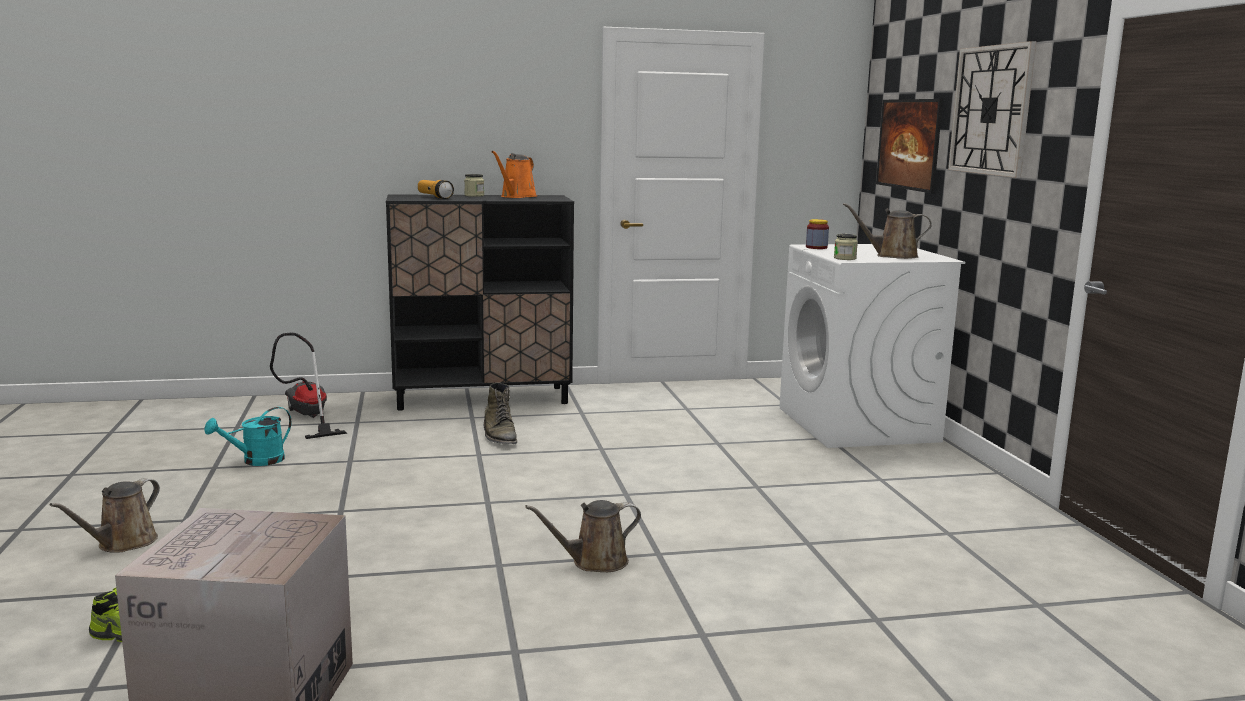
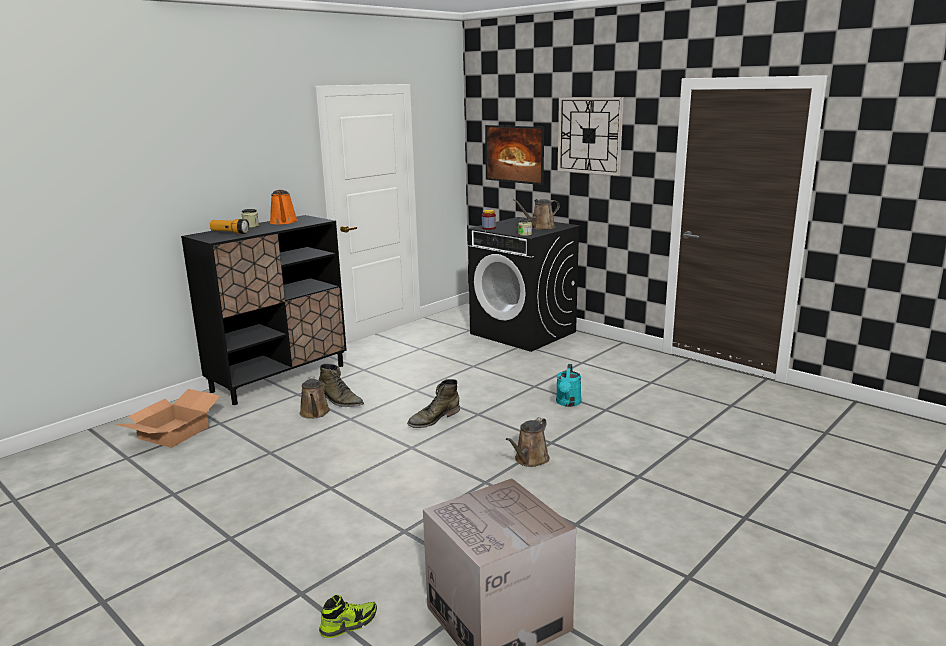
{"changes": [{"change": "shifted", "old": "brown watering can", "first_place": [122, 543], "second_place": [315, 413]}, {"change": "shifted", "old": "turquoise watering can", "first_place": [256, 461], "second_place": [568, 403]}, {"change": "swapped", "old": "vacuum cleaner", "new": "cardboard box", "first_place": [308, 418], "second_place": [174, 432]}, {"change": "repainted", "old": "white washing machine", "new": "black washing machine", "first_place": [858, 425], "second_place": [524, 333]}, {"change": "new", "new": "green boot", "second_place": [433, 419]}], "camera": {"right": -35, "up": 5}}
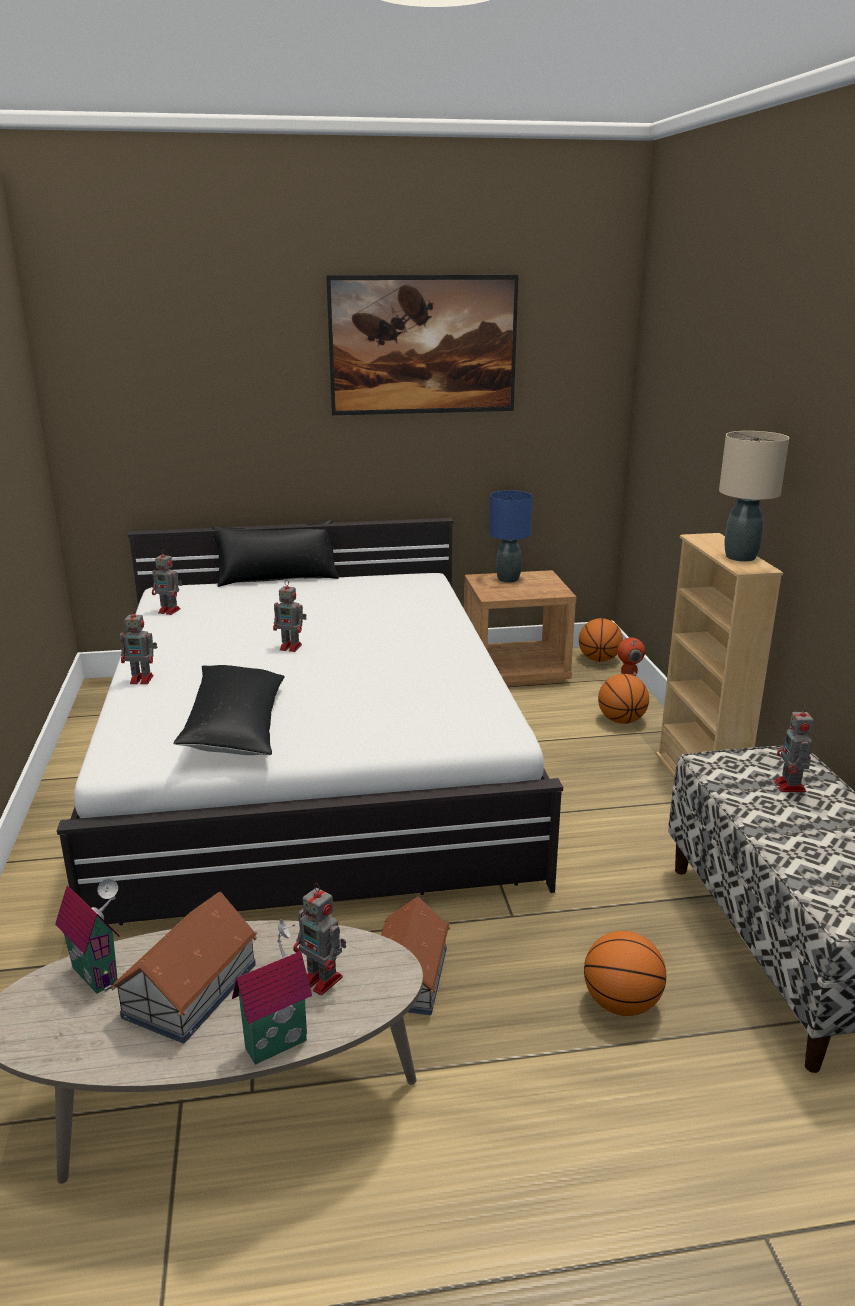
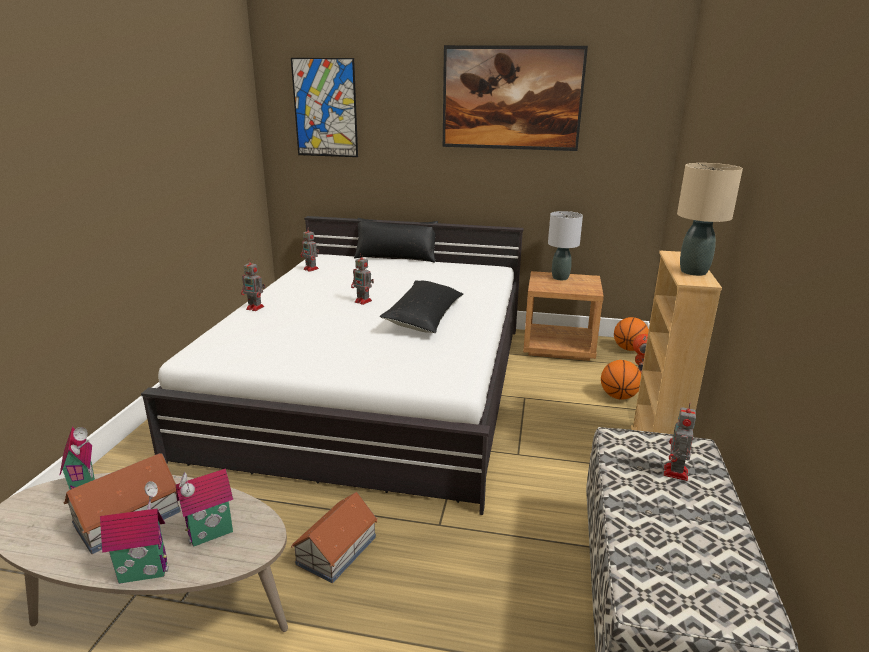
{"changes": [{"change": "shifted", "old": "black pillow", "first_place": [235, 726], "second_place": [424, 317]}, {"change": "swapped", "old": "toy robot", "new": "toy house", "first_place": [323, 981], "second_place": [211, 536]}, {"change": "repainted", "old": "blue table lamp", "new": "grey table lamp", "first_place": [508, 579], "second_place": [560, 278]}, {"change": "gone", "old": "basketball", "first_place": [621, 1003]}, {"change": "new", "new": "picture", "second_place": [325, 108]}], "camera": {"right": 20, "up": 0}}
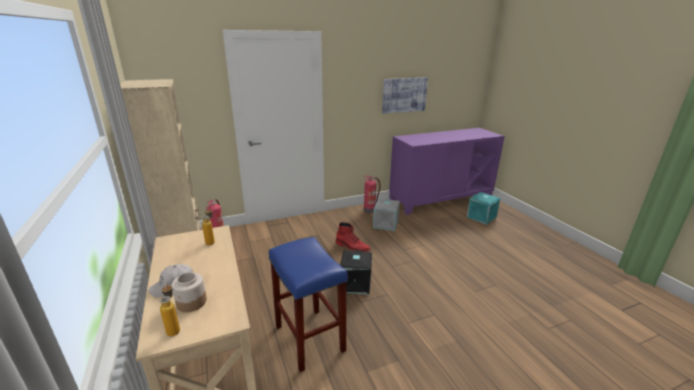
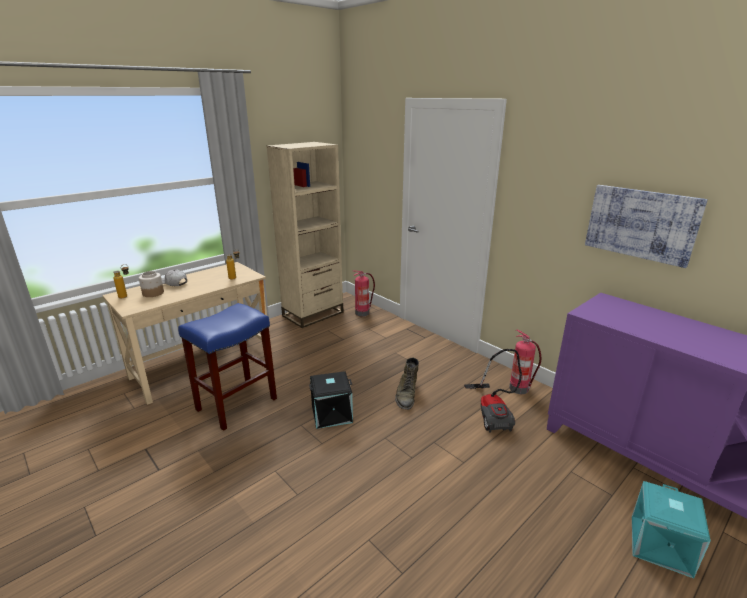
{"changes": [{"change": "repainted", "old": "red boot", "new": "green boot", "first_place": [352, 247], "second_place": [406, 395]}, {"change": "swapped", "old": "grey storage box", "new": "vacuum cleaner", "first_place": [386, 224], "second_place": [493, 412]}], "camera": {"right": 70, "up": 0}}
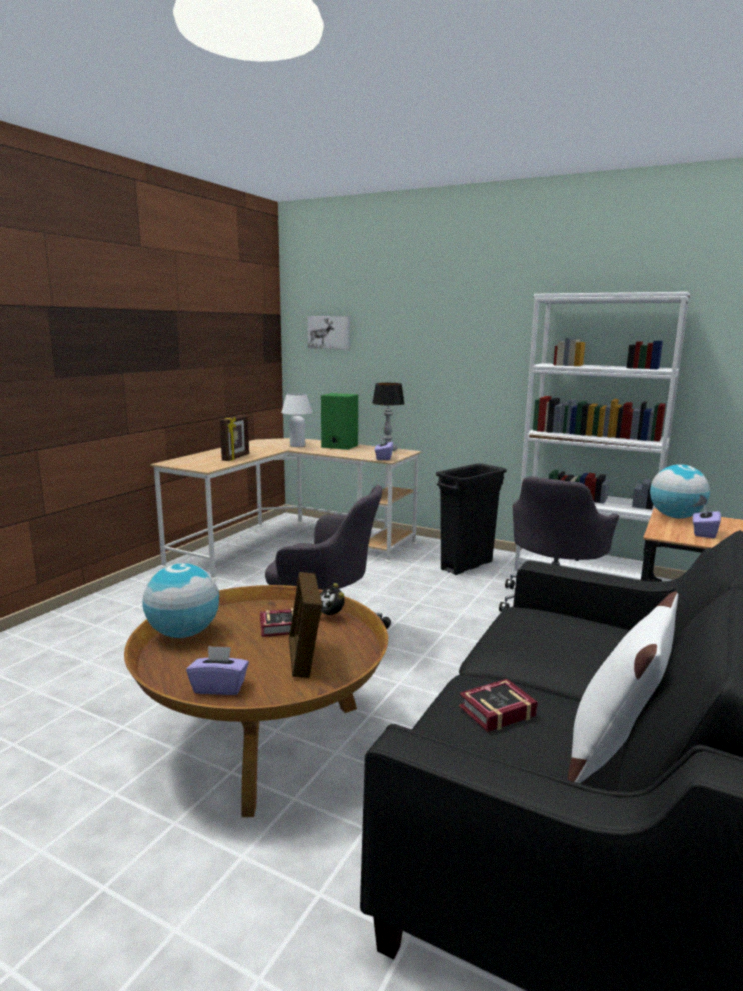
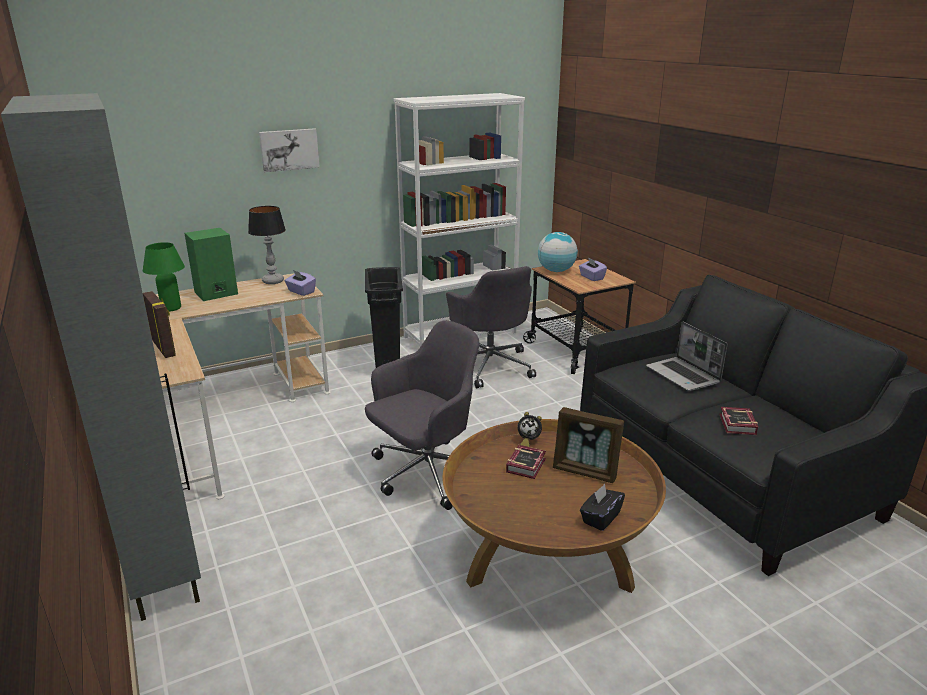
{"changes": [{"change": "gone", "old": "globe", "first_place": [184, 633]}, {"change": "repainted", "old": "purple tissue box", "new": "black tissue box", "first_place": [219, 687], "second_place": [600, 518]}, {"change": "repainted", "old": "white table lamp", "new": "green table lamp", "first_place": [297, 445], "second_place": [171, 308]}, {"change": "shifted", "old": "picture", "first_place": [329, 332], "second_place": [289, 149]}, {"change": "gone", "old": "white pillow", "first_place": [614, 750]}, {"change": "new", "new": "grey cabinet", "second_place": [163, 568]}, {"change": "new", "new": "laptop", "second_place": [683, 375]}], "camera": {"right": -55, "up": 10}}
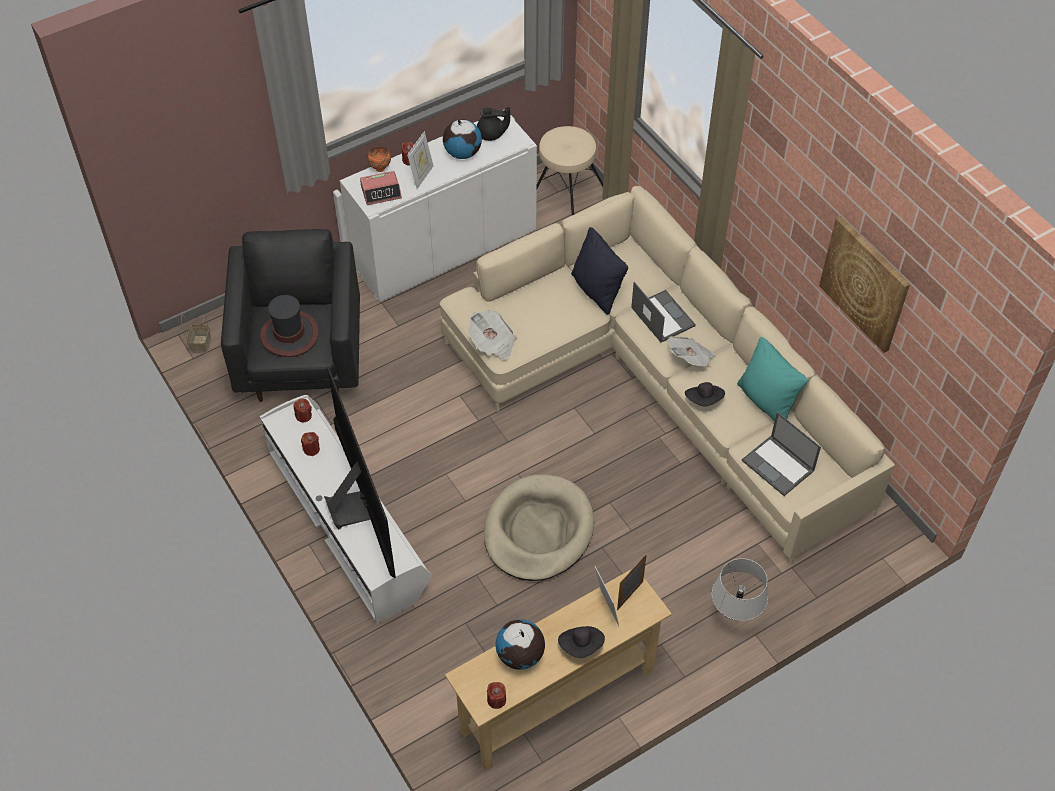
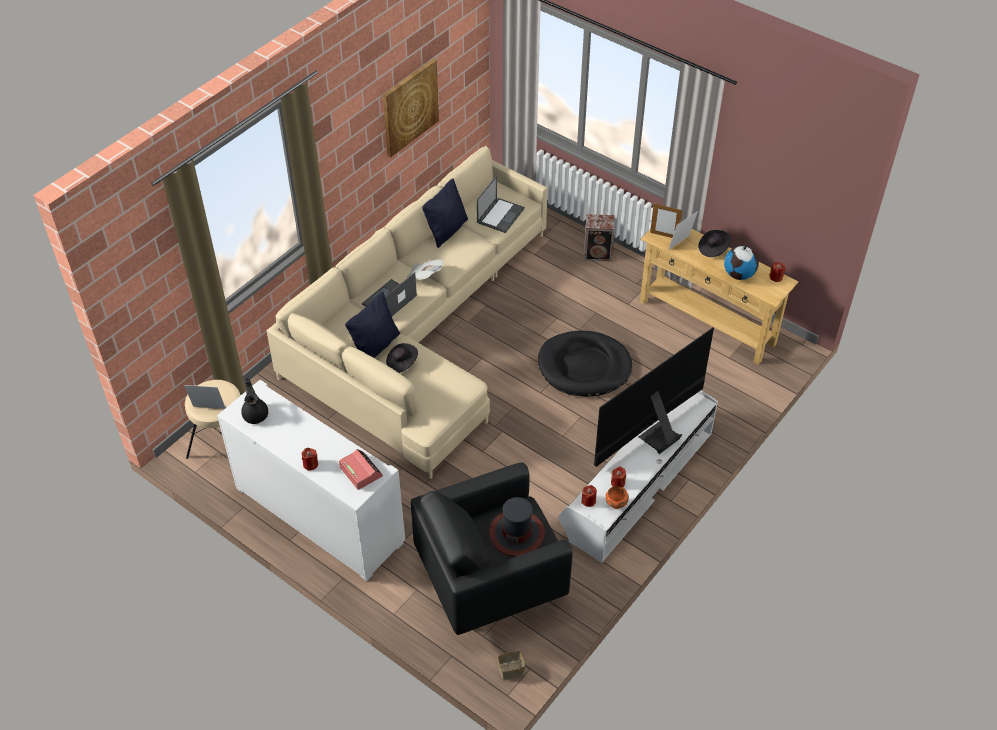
{"changes": [{"change": "shifted", "old": "orange bowl", "first_place": [380, 168], "second_place": [615, 505]}, {"change": "shifted", "old": "picture frame", "first_place": [421, 176], "second_place": [208, 410]}, {"change": "gone", "old": "globe", "first_place": [462, 153]}, {"change": "gone", "old": "newspaper", "first_place": [493, 343]}, {"change": "repainted", "old": "beige dog bed", "new": "black dog bed", "first_place": [538, 531], "second_place": [584, 367]}, {"change": "shifted", "old": "black hat", "first_place": [704, 400], "second_place": [402, 363]}, {"change": "swapped", "old": "grey table lamp", "new": "speaker", "first_place": [733, 619], "second_place": [598, 254]}, {"change": "repainted", "old": "turquoise pillow", "new": "black pillow", "first_place": [766, 401], "second_place": [447, 231]}], "camera": {"right": -110, "up": -5}}
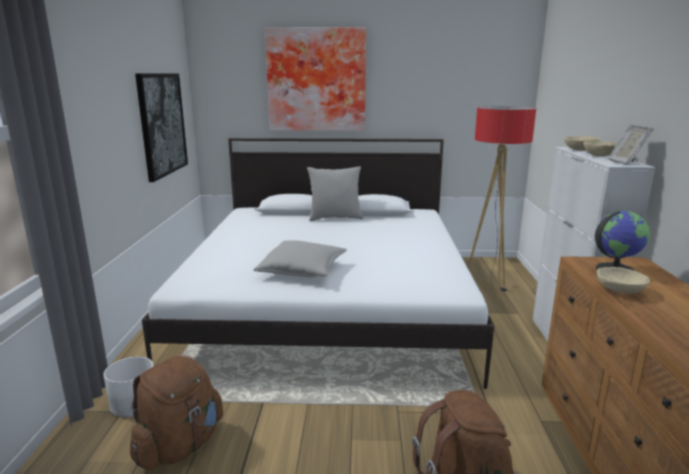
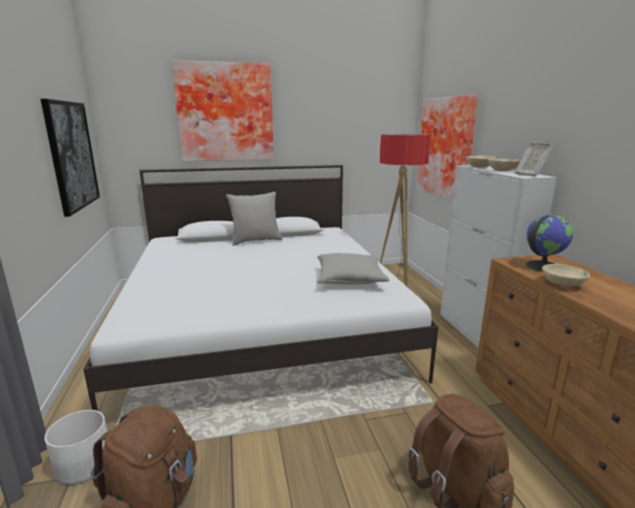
{"changes": [{"change": "shifted", "old": "grey pillow", "first_place": [302, 271], "second_place": [350, 279]}, {"change": "new", "new": "picture", "second_place": [447, 148]}], "camera": {"right": -15, "up": 0}}
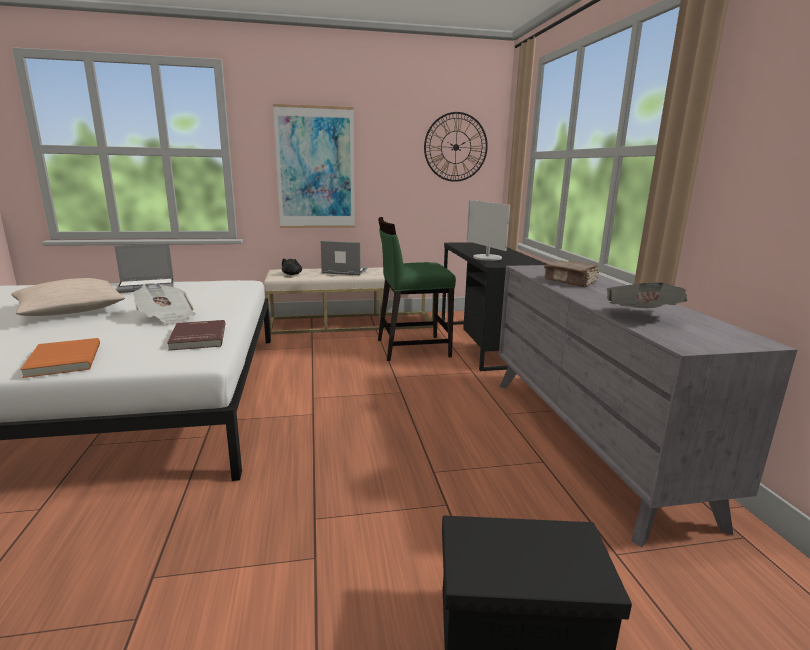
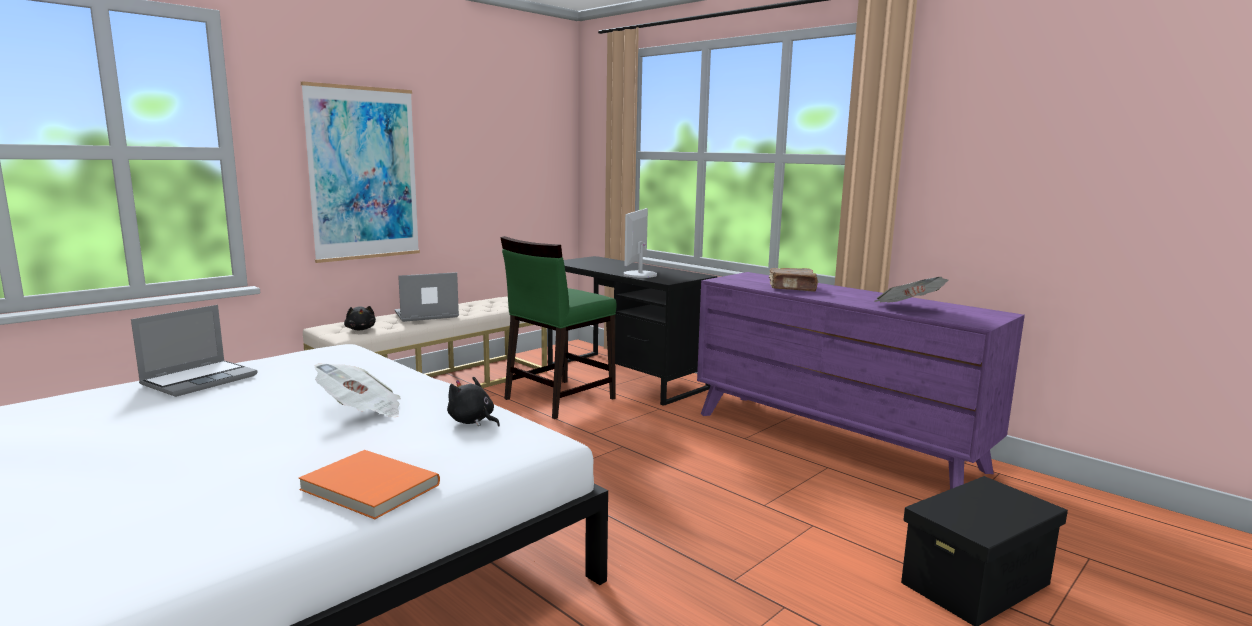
{"changes": [{"change": "gone", "old": "beige pillow", "first_place": [70, 310]}, {"change": "swapped", "old": "red book", "new": "black plush toy", "first_place": [197, 338], "second_place": [472, 421]}, {"change": "gone", "old": "wall clock", "first_place": [456, 147]}, {"change": "rotated", "old": "monitor", "first_place": [487, 258], "second_place": [639, 274], "degrees": 75}, {"change": "repainted", "old": "grey dresser", "new": "purple dresser", "first_place": [588, 441], "second_place": [834, 441]}], "camera": {"right": -35, "up": -5}}
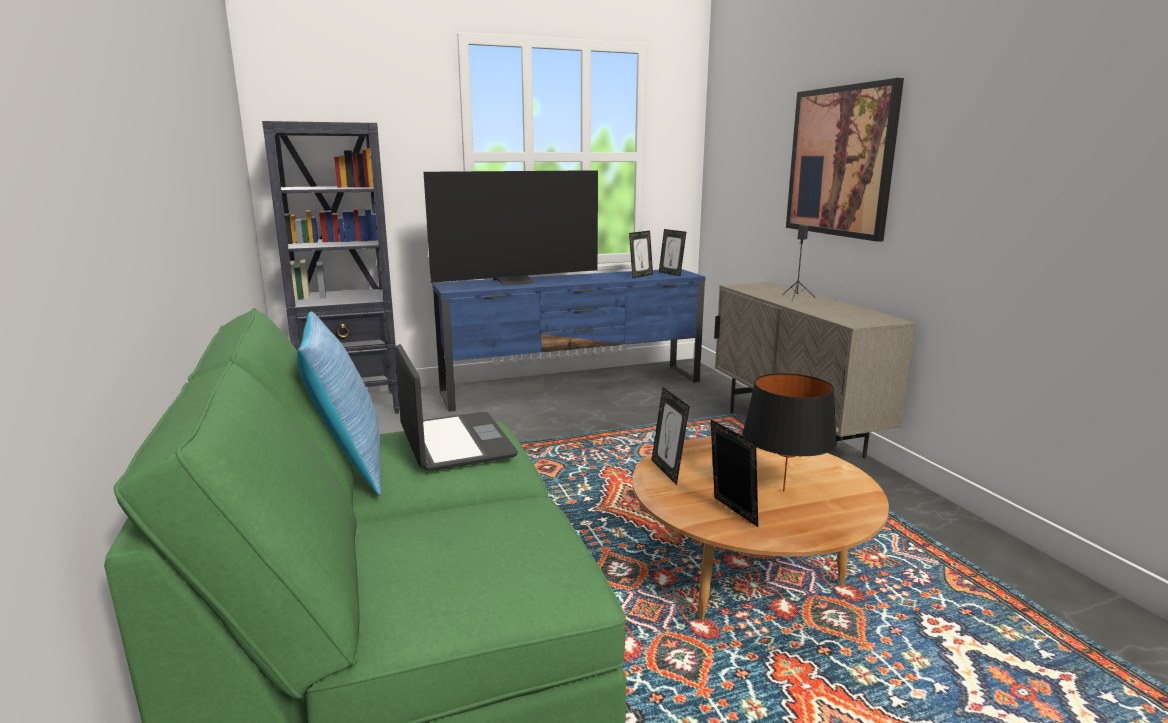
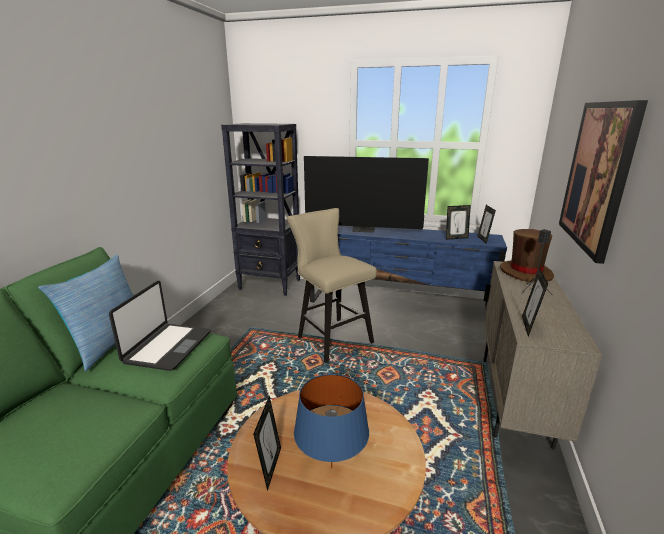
{"changes": [{"change": "shifted", "old": "picture frame", "first_place": [668, 471], "second_place": [528, 326]}, {"change": "repainted", "old": "black table lamp", "new": "blue table lamp", "first_place": [783, 491], "second_place": [331, 468]}, {"change": "new", "new": "beige stool", "second_place": [331, 338]}, {"change": "new", "new": "brown hat", "second_place": [525, 273]}], "camera": {"right": 35, "up": 5}}
